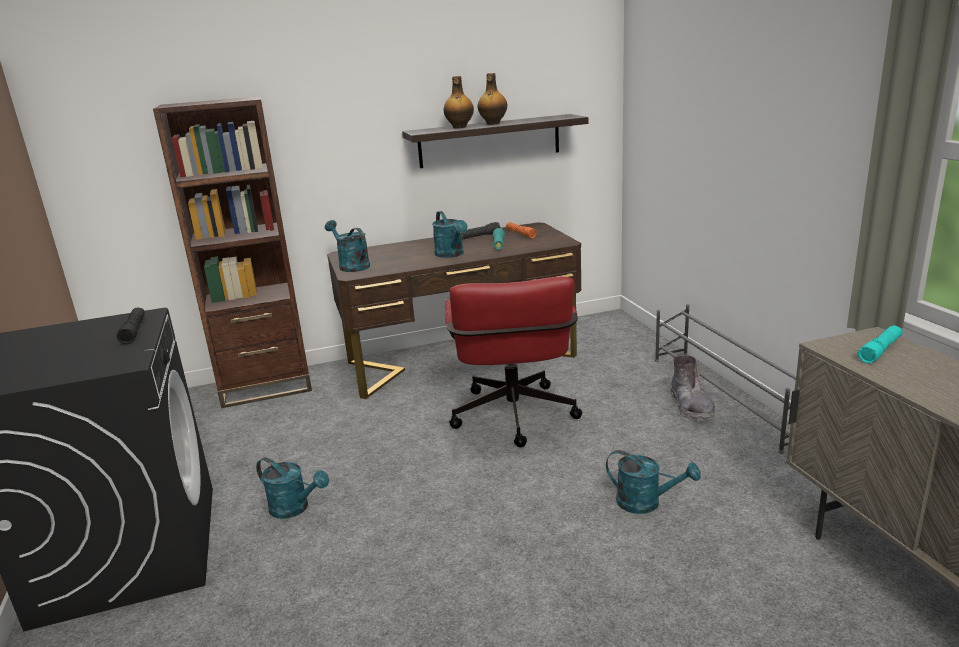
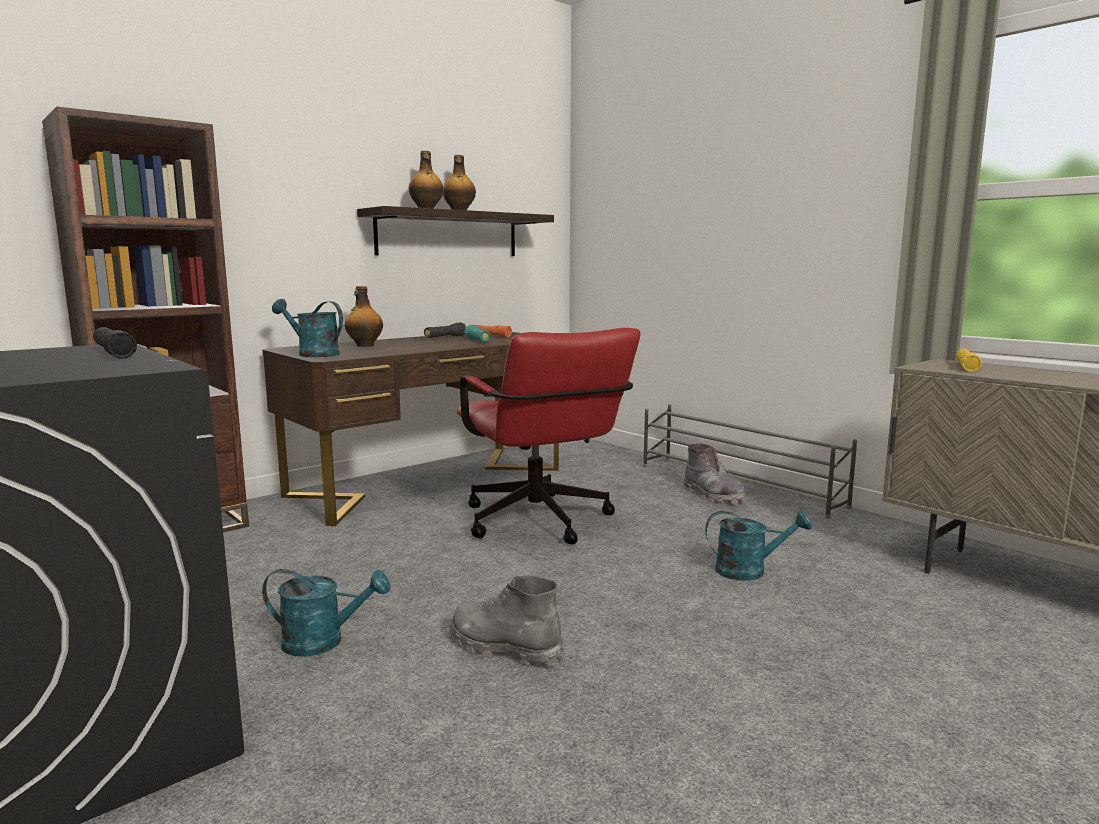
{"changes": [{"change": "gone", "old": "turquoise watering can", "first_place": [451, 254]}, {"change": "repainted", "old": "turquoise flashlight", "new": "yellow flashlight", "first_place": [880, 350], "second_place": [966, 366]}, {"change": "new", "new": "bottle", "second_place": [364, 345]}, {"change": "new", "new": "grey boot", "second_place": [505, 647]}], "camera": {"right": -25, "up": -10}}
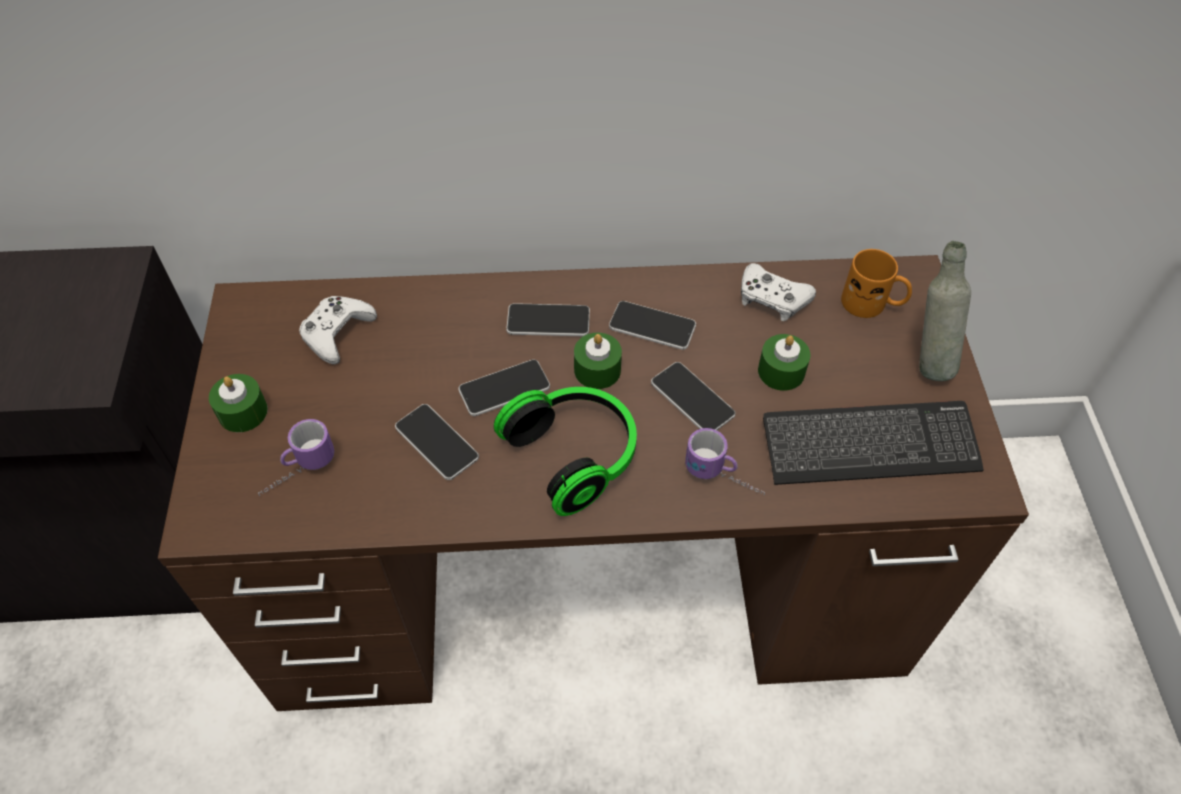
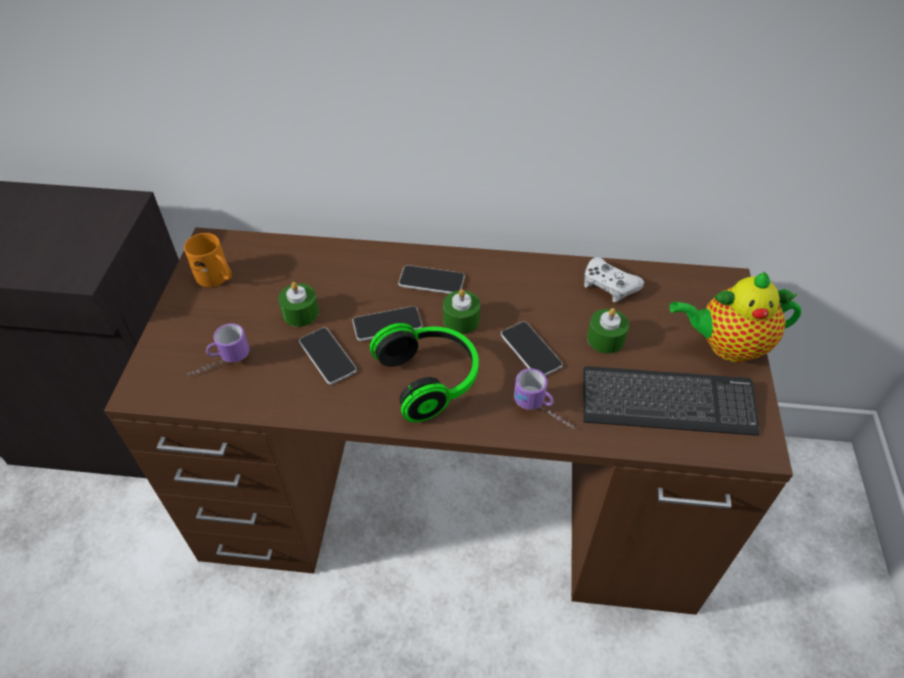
{"changes": [{"change": "shifted", "old": "green candle", "first_place": [243, 412], "second_place": [300, 313]}, {"change": "gone", "old": "white game controller", "first_place": [337, 333]}, {"change": "gone", "old": "phone", "first_place": [652, 326]}, {"change": "shifted", "old": "orange mug", "first_place": [872, 304], "second_place": [218, 278]}, {"change": "swapped", "old": "grey bottle", "new": "teapot", "first_place": [927, 361], "second_place": [726, 345]}], "camera": {"right": 10, "up": -5}}
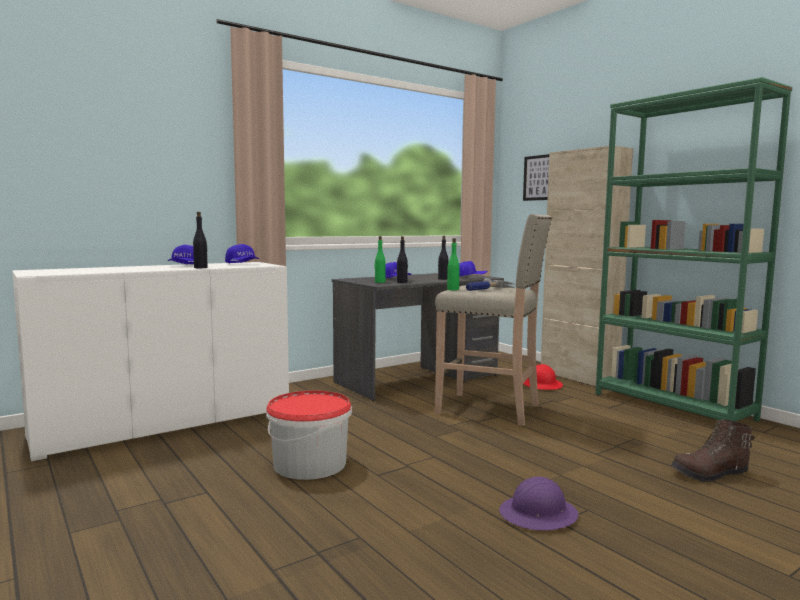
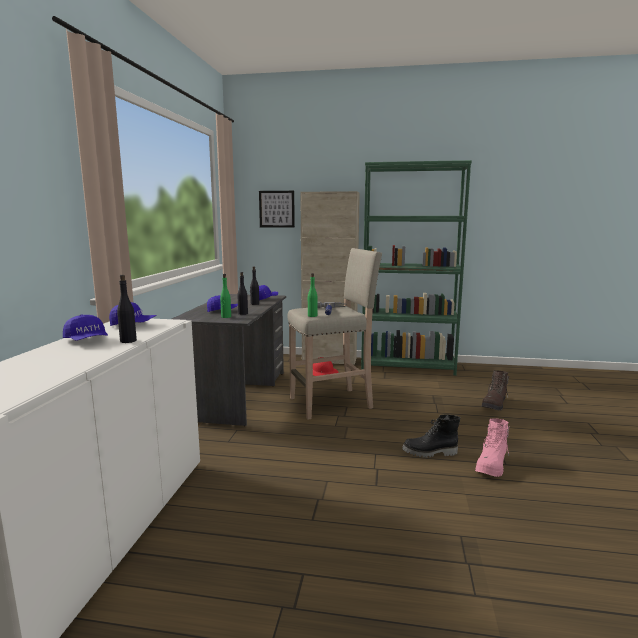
{"changes": [{"change": "gone", "old": "bucket", "first_place": [310, 463]}, {"change": "swapped", "old": "purple hard hat", "new": "pink boot", "first_place": [538, 515], "second_place": [492, 465]}, {"change": "new", "new": "black boot", "second_place": [430, 453]}], "camera": {"right": -45, "up": 5}}
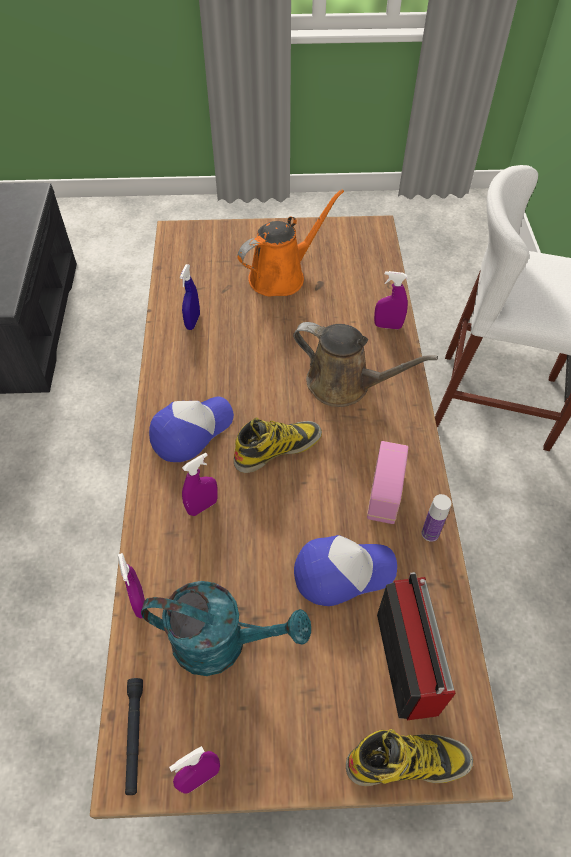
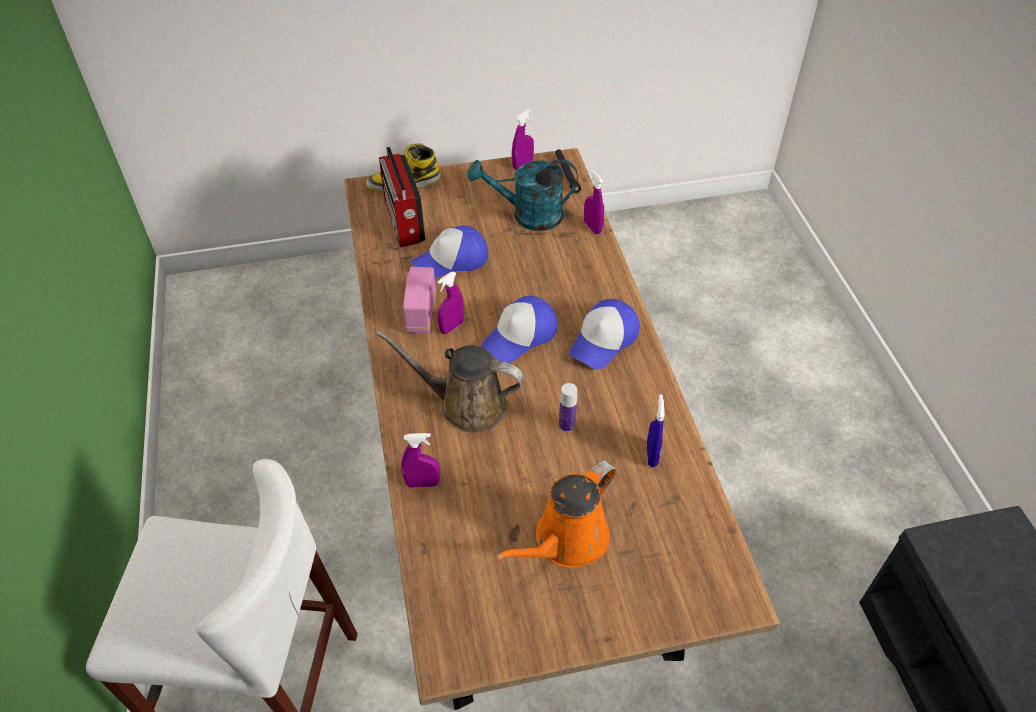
{"changes": [{"change": "shifted", "old": "purple spray bottle", "first_place": [202, 506], "second_place": [451, 327]}, {"change": "swapped", "old": "boot", "new": "cap", "first_place": [277, 448], "second_place": [520, 336]}, {"change": "shifted", "old": "bottle", "first_place": [430, 533], "second_place": [566, 425]}], "camera": {"right": 170, "up": -5}}
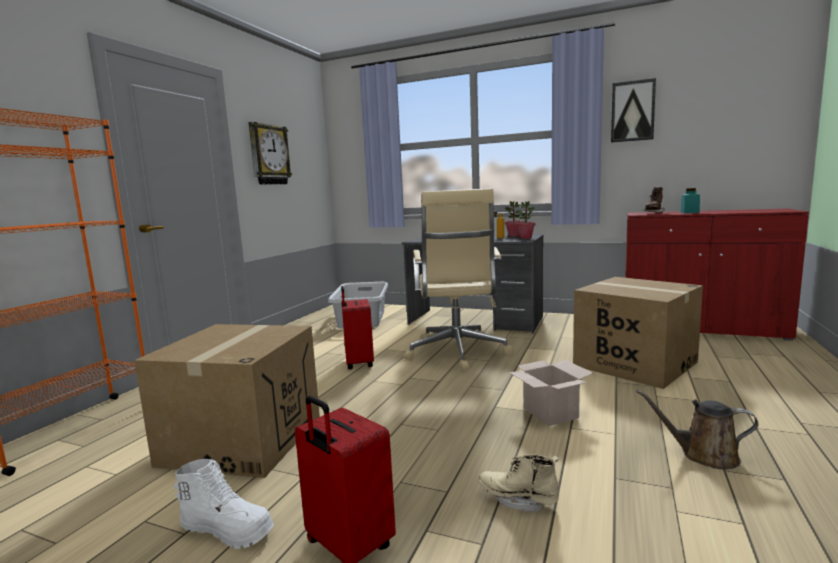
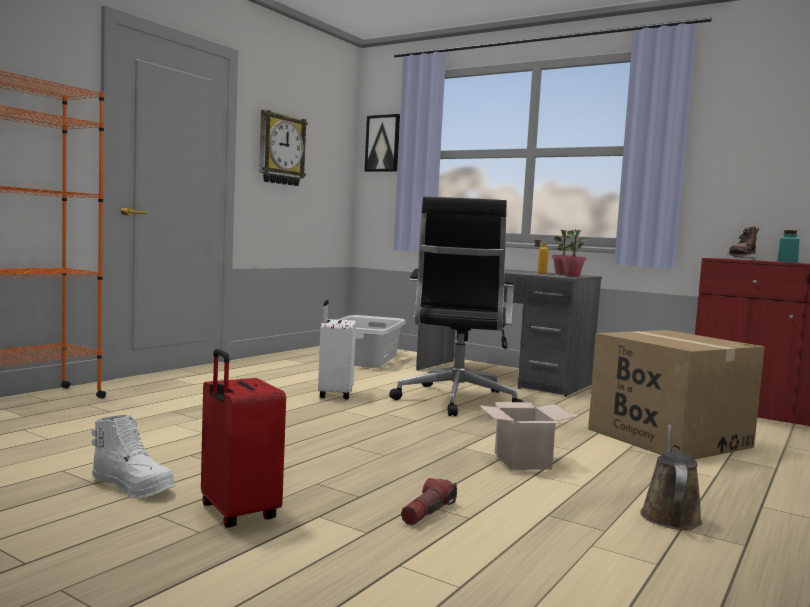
{"changes": [{"change": "gone", "old": "cardboard box", "first_place": [243, 439]}, {"change": "repainted", "old": "red suitcase", "new": "white suitcase", "first_place": [358, 363], "second_place": [334, 395]}, {"change": "repainted", "old": "beige office chair", "new": "black office chair", "first_place": [457, 353], "second_place": [456, 401]}, {"change": "swapped", "old": "beige boot", "new": "flashlight", "first_place": [518, 500], "second_place": [428, 512]}, {"change": "shifted", "old": "picture", "first_place": [632, 111], "second_place": [382, 143]}, {"change": "rotated", "old": "brown watering can", "first_place": [703, 455], "second_place": [669, 515], "degrees": 75}], "camera": {"right": 10, "up": -5}}
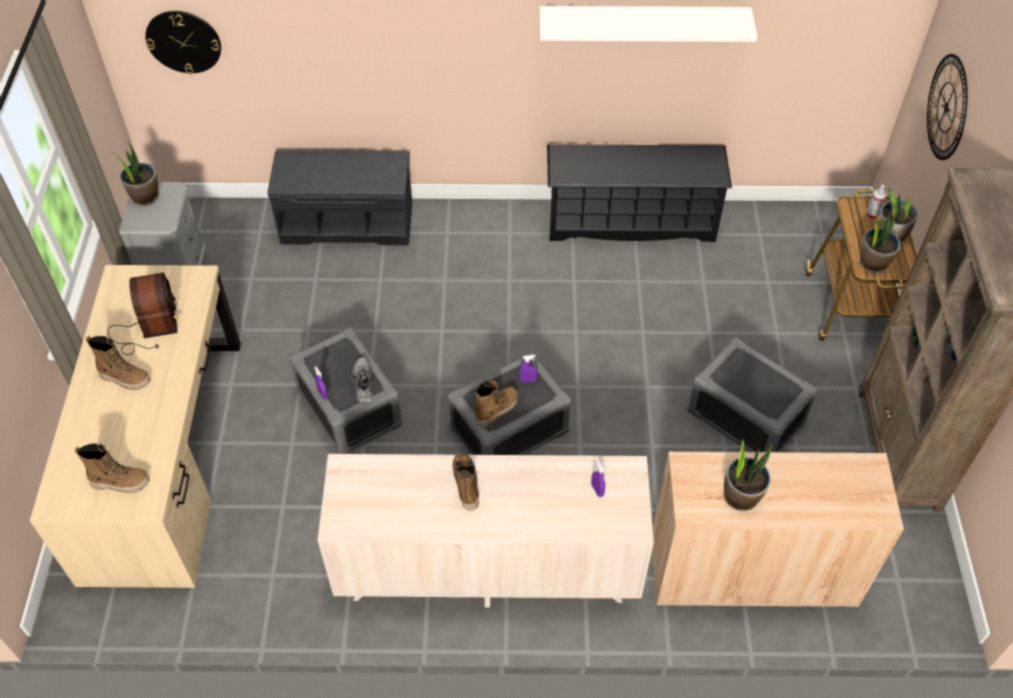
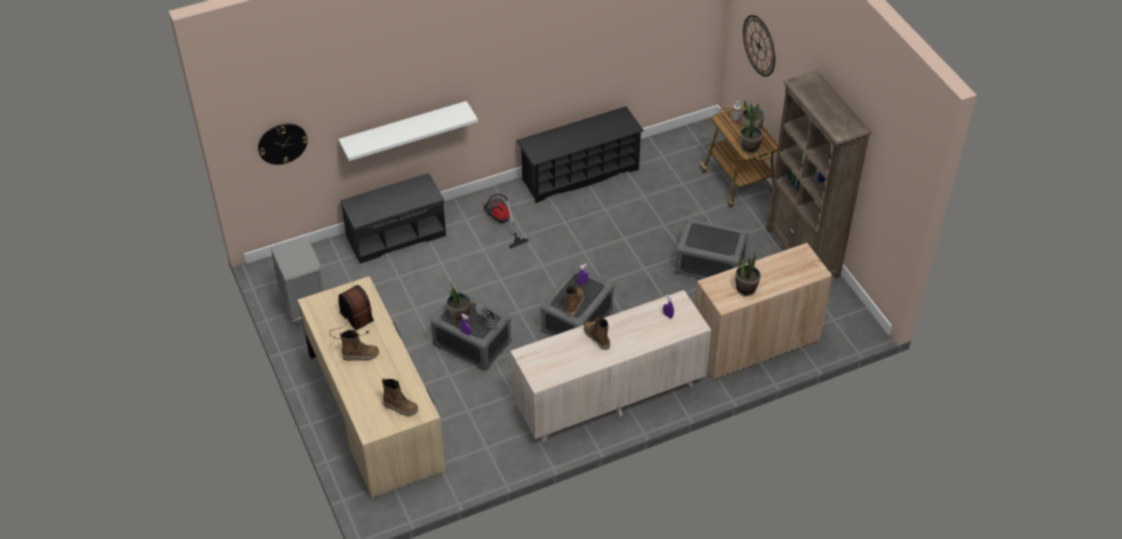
{"changes": [{"change": "rotated", "old": "boot", "first_place": [120, 482], "second_place": [401, 407], "degrees": 45}, {"change": "shifted", "old": "potted plant", "first_place": [145, 196], "second_place": [459, 315]}, {"change": "shifted", "old": "white shelf", "first_place": [643, 23], "second_place": [404, 129]}, {"change": "new", "new": "vacuum cleaner", "second_place": [500, 222]}], "camera": {"right": -25, "up": -5}}
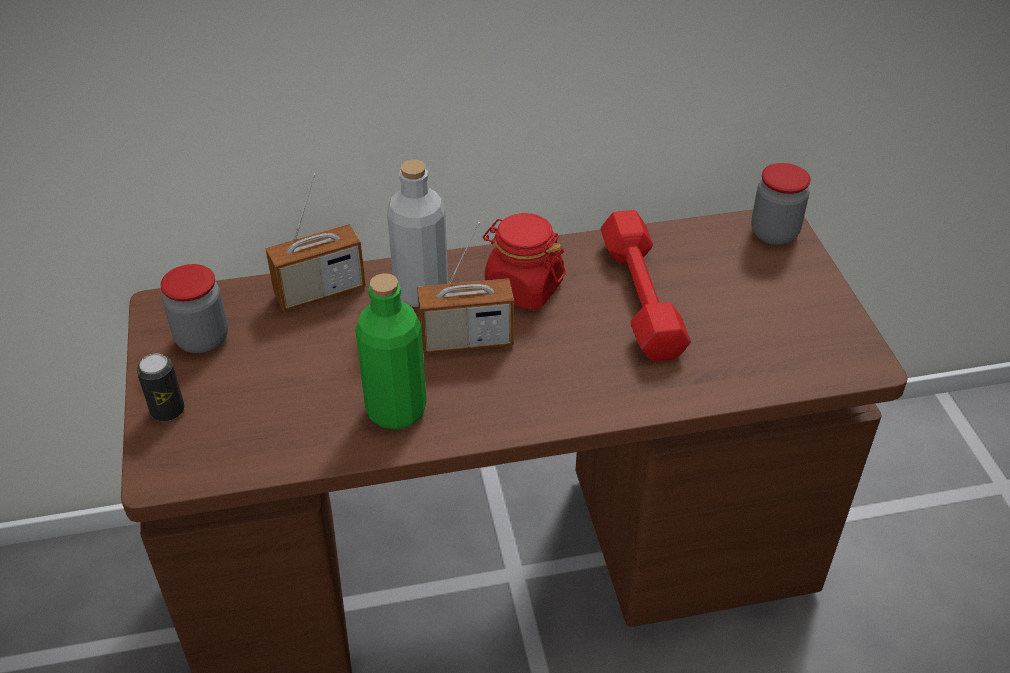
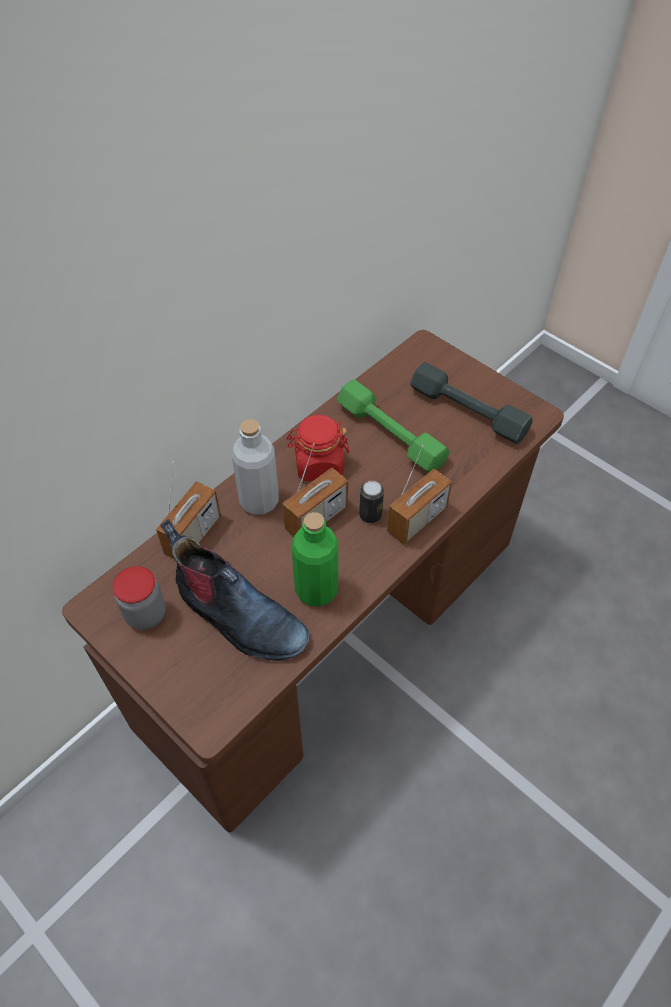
{"changes": [{"change": "shifted", "old": "can", "first_place": [167, 410], "second_place": [370, 515]}, {"change": "repainted", "old": "red dumbbell", "new": "green dumbbell", "first_place": [640, 297], "second_place": [390, 435]}, {"change": "gone", "old": "jar", "first_place": [774, 233]}, {"change": "new", "new": "boot", "second_place": [238, 616]}, {"change": "new", "new": "radio", "second_place": [417, 520]}, {"change": "new", "new": "grey dumbbell", "second_place": [467, 411]}], "camera": {"right": -35, "up": 10}}
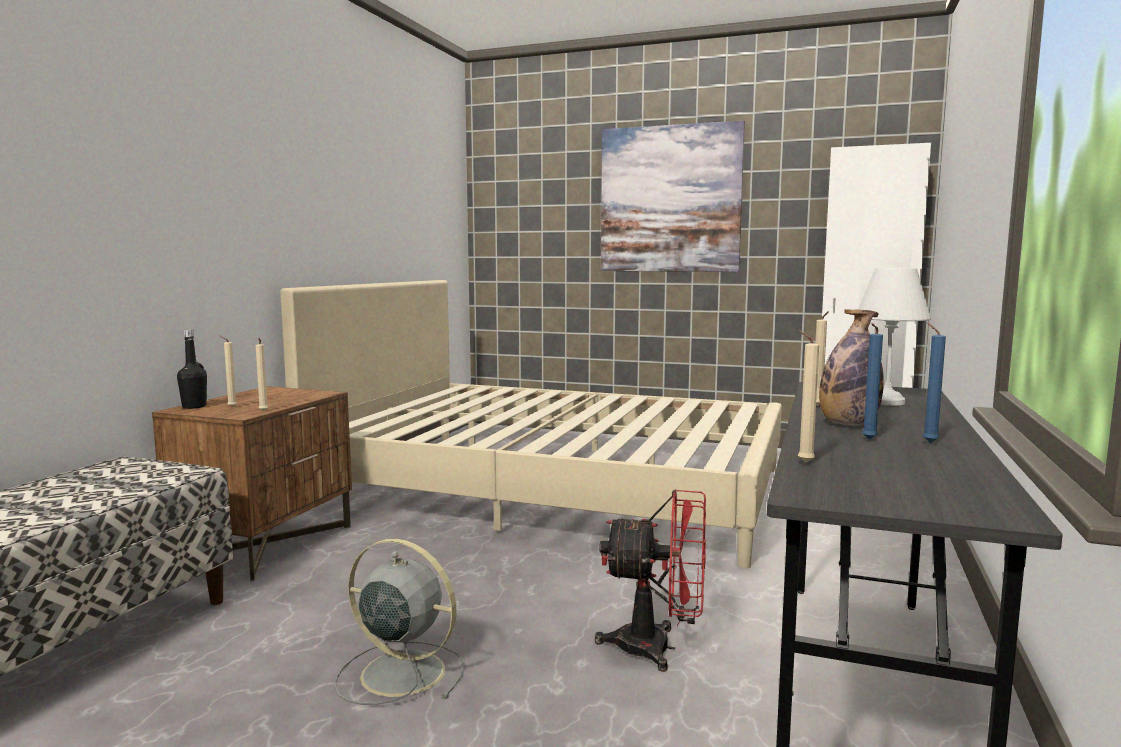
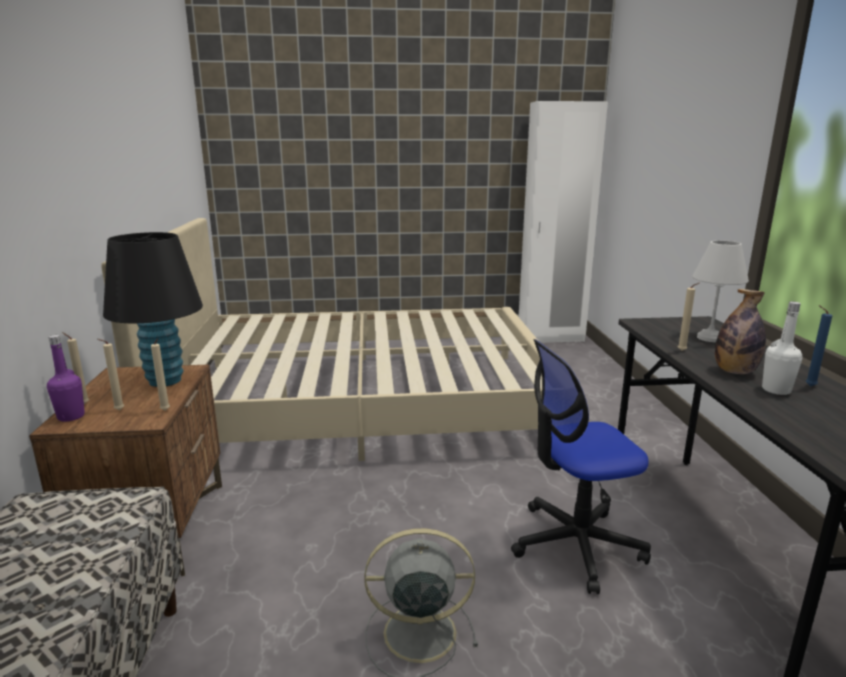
{"changes": [{"change": "repainted", "old": "black bottle", "new": "purple bottle", "first_place": [194, 406], "second_place": [71, 416]}, {"change": "swapped", "old": "red fan", "new": "office chair", "first_place": [658, 648], "second_place": [576, 544]}, {"change": "gone", "old": "picture", "first_place": [670, 199]}, {"change": "shifted", "old": "beige candle", "first_place": [803, 462], "second_place": [83, 404]}, {"change": "swapped", "old": "blue candle", "new": "white bottle", "first_place": [868, 440], "second_place": [776, 390]}, {"change": "new", "new": "black table lamp", "second_place": [165, 381]}], "camera": {"right": -25, "up": 10}}
